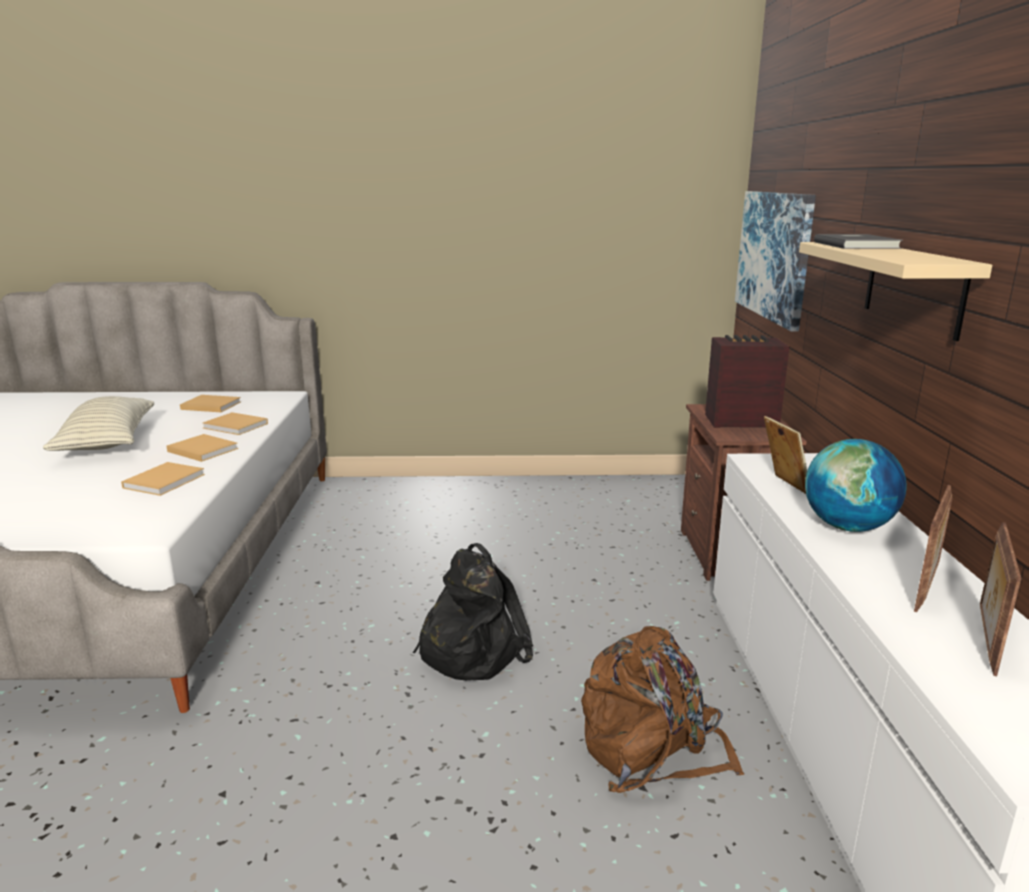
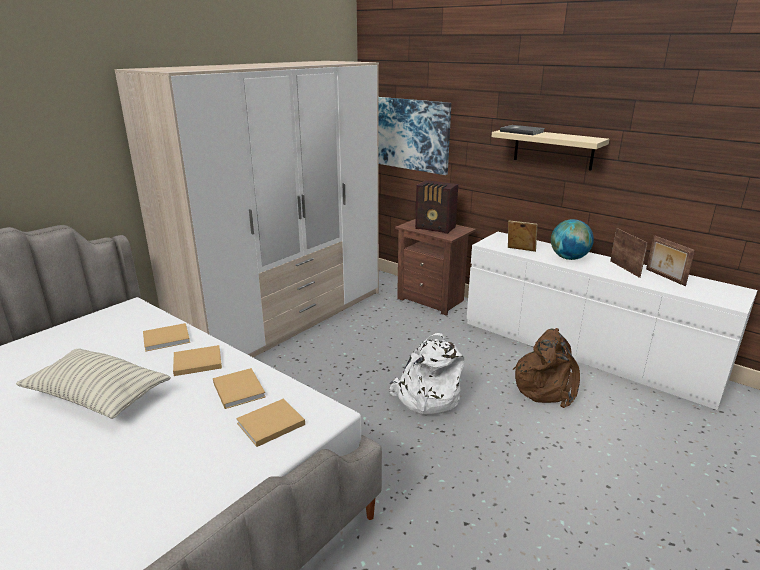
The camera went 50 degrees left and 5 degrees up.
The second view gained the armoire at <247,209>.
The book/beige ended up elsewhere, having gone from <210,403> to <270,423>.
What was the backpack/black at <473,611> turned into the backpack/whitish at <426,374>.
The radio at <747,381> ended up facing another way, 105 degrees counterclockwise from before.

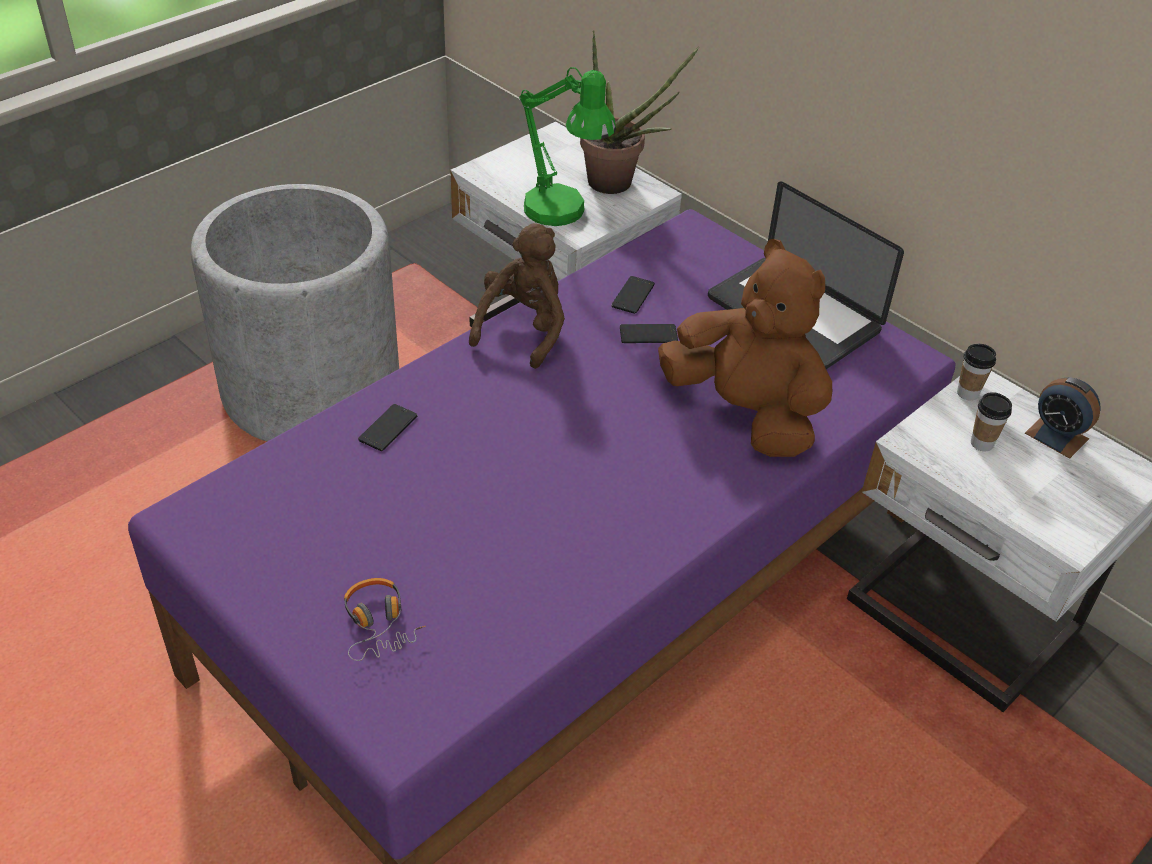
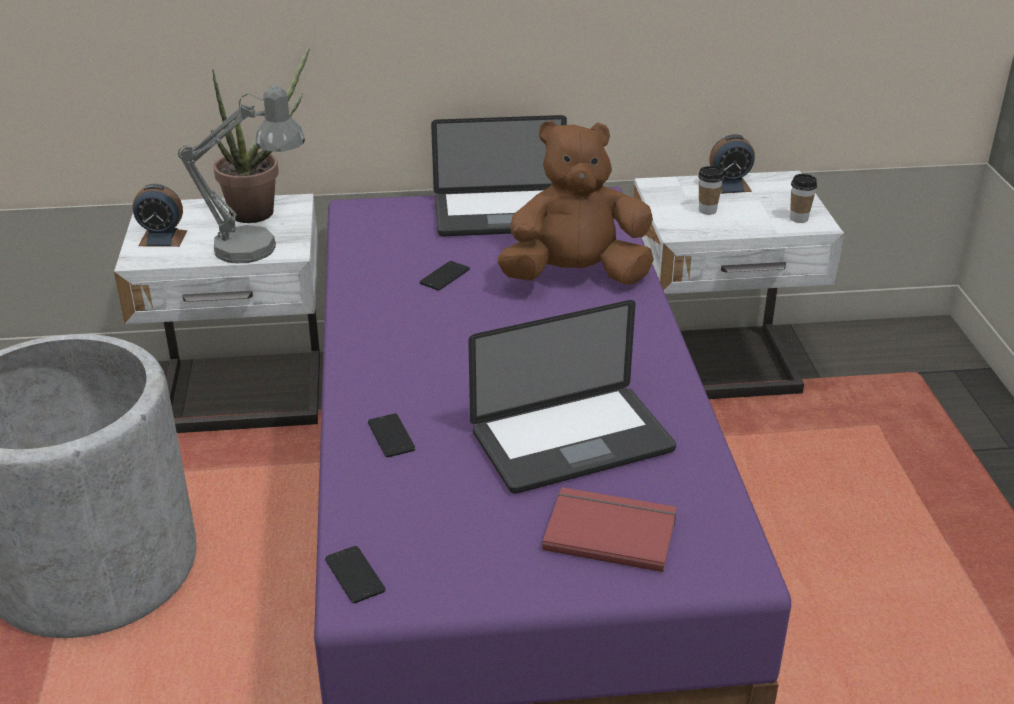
The camera went 50 degrees left and 10 degrees down.
The second view lost the plush toy/brownish at <517,296>.
The second view gained the table clock at <159,215>.
The second view gained the laptop at <572,397>.
The telephone ended up elsewhere, having gone from <633,295> to <355,574>.
The cup ended up elsewhere, having gone from <976,372> to <803,198>.
Where the headset stood at <385,619>, the book/red came to stand at <609,529>.
What was the lamp for a table/green-coloured at <567,146> turned into the lamp for a table/greyish at <241,174>.

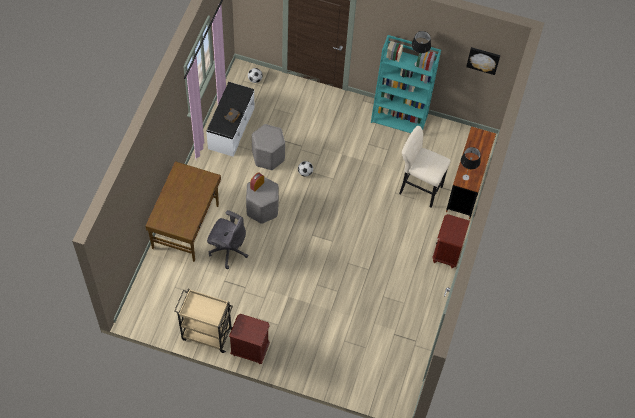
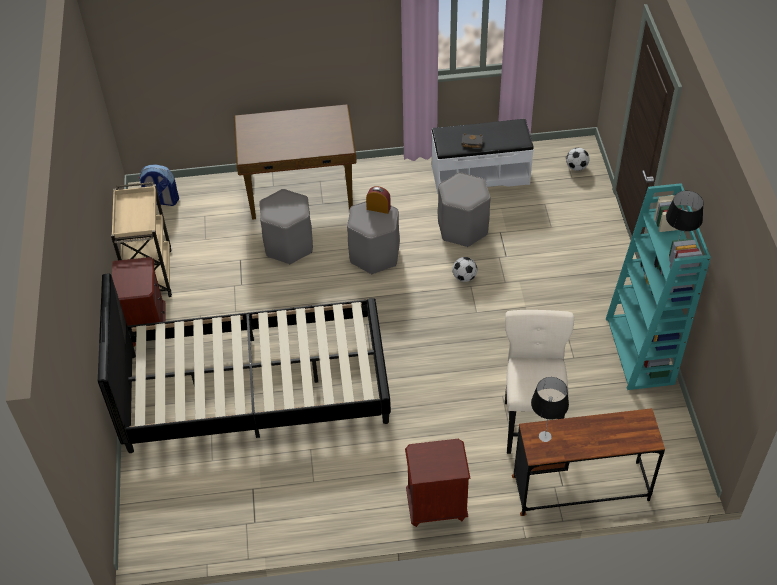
The camera went 70 degrees right and 10 degrees down.
The second view lost the wall art at <483,61>.
The second view gained the bedroom bed/black at <244,363>.
The second view gained the backpack at <159,185>.
Where the desk chair/greyish stood at <227,239>, the stool/greyish came to stand at <286,226>.

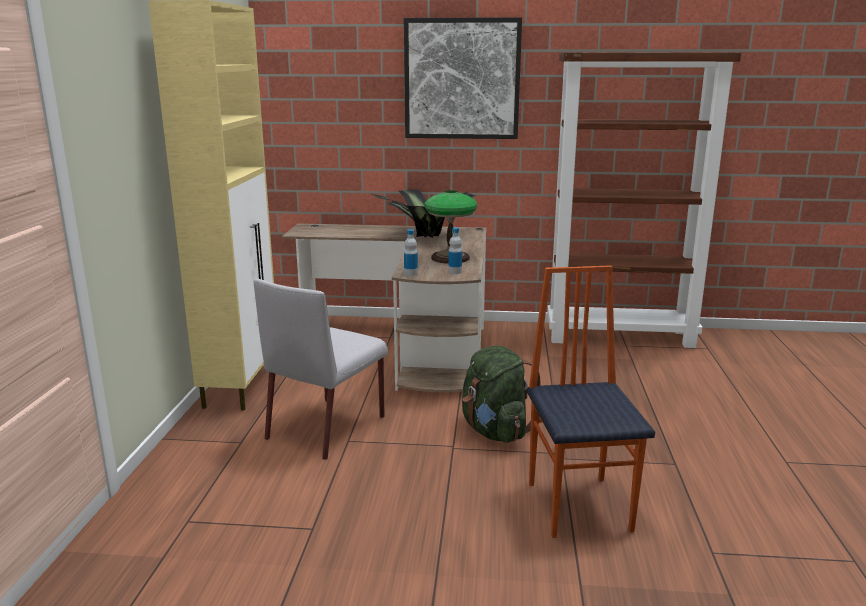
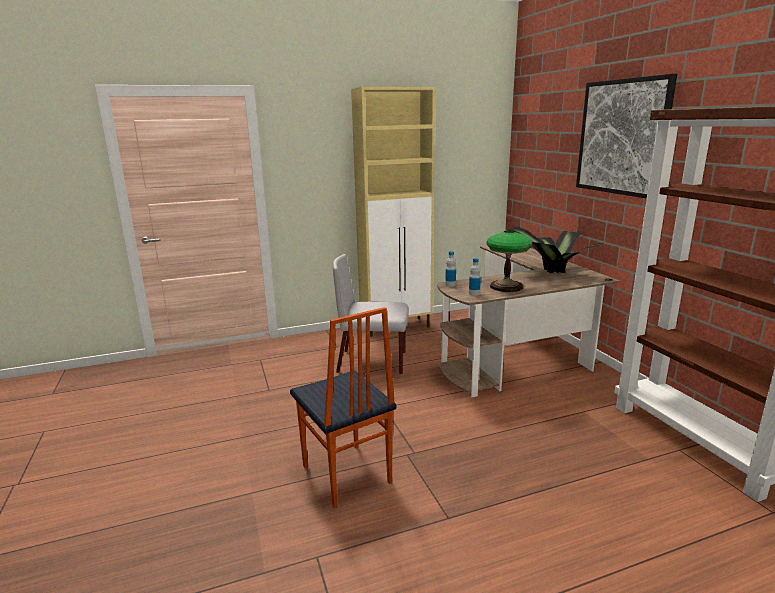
The camera went 65 degrees right and 0 degrees up.
The second view lost the backpack/green-coloured at <501,394>.
The chair at <591,401> ended up facing another way, 90 degrees clockwise from before.

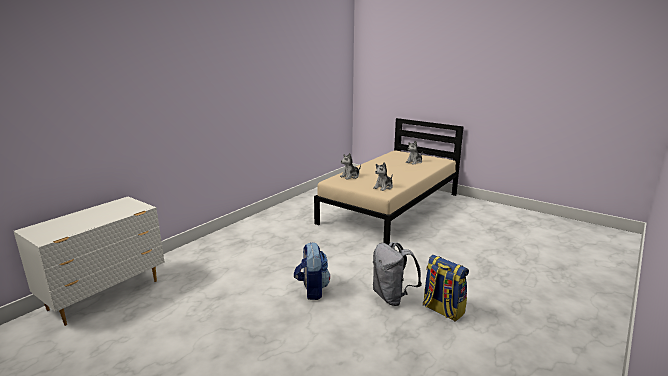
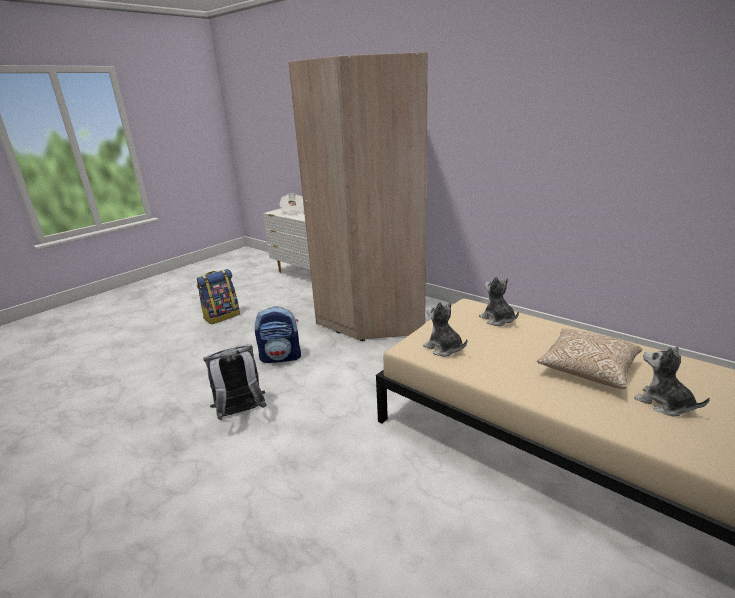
The camera went 95 degrees right and 5 degrees up.
The second view gained the newspaper at <291,204>.
The second view gained the armoire/beige at <358,196>.
The second view gained the cushion at <589,358>.
The backpack ended up elsewhere, having gone from <446,288> to <218,296>.

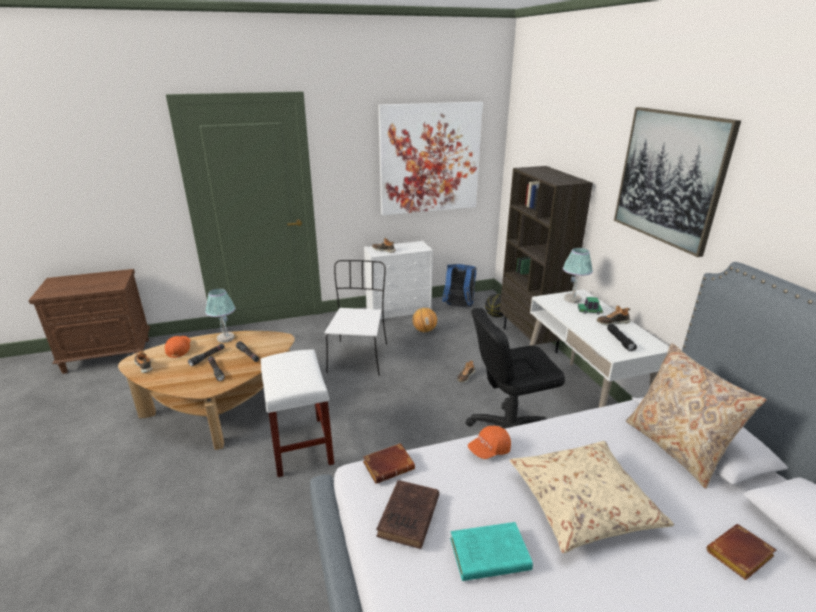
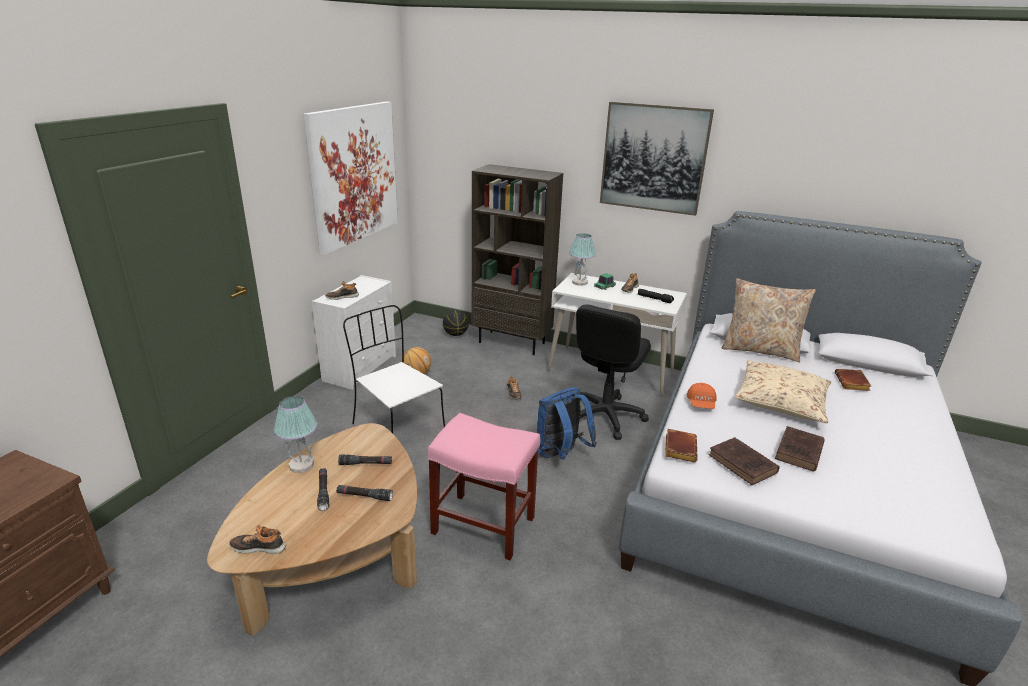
The camera went 50 degrees left and 0 degrees up.
The second view lost the baseball cap/orangey at <178,347>.
The backpack/blue-coloured ended up elsewhere, having gone from <459,285> to <567,423>.
What was the stool/whitish at <297,413> turned into the stool/pink at <484,486>.
What was the book/turquoise-coloured at <491,551> turned into the book/brownish at <800,449>.

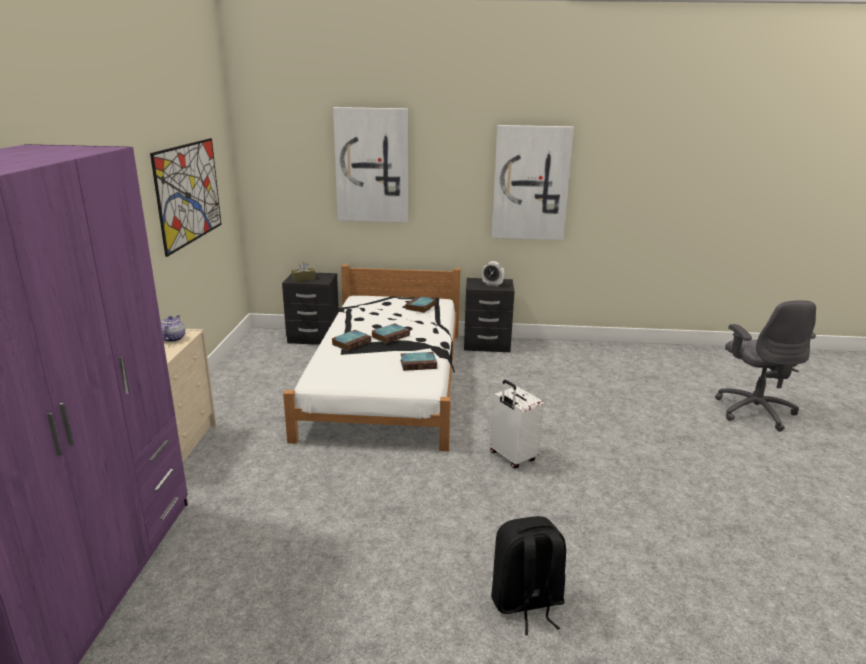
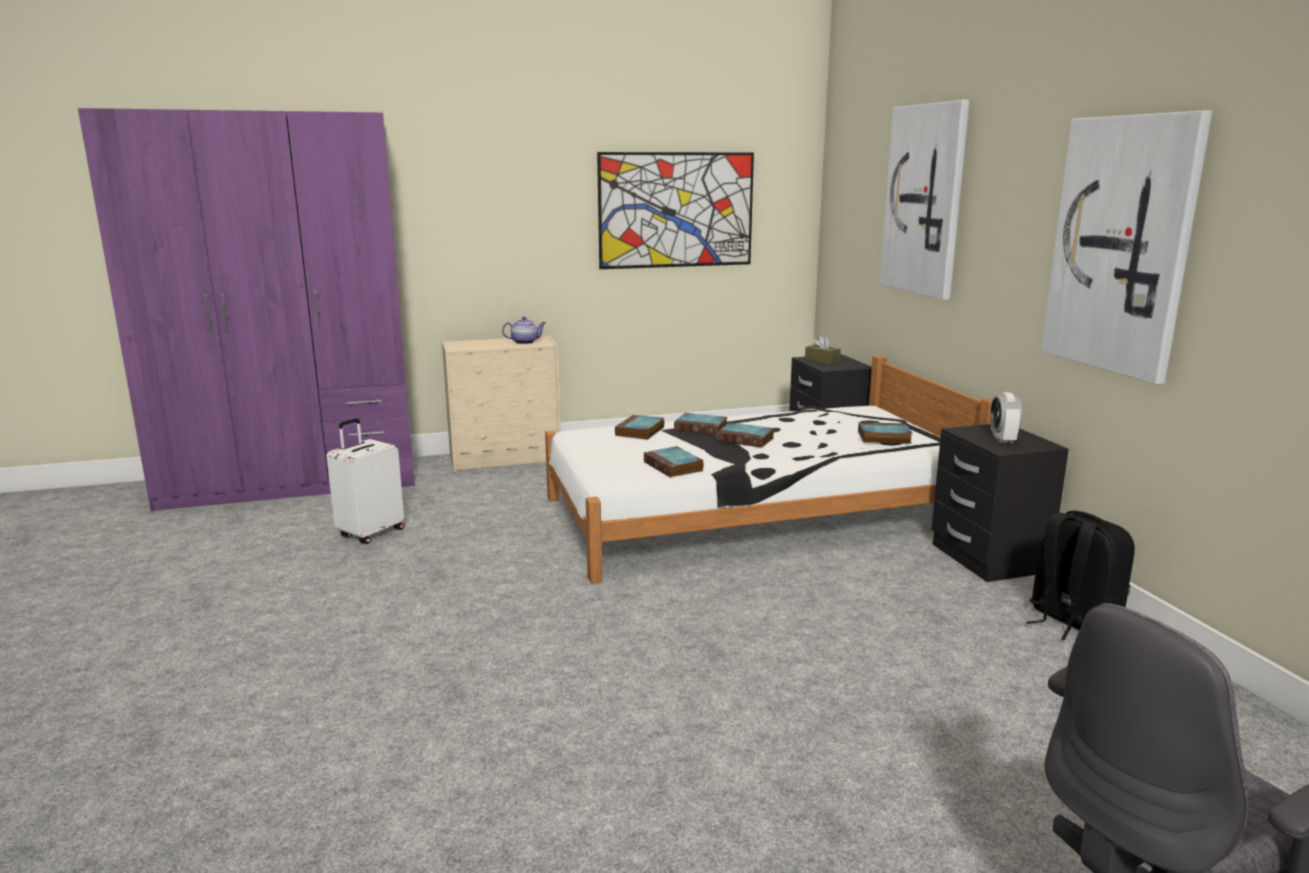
The camera went 70 degrees right and 5 degrees down.
The second view gained the book at <640,427>.
The travel case/whitish ended up elsewhere, having gone from <517,424> to <365,481>.
The backpack/black ended up elsewhere, having gone from <528,575> to <1080,575>.

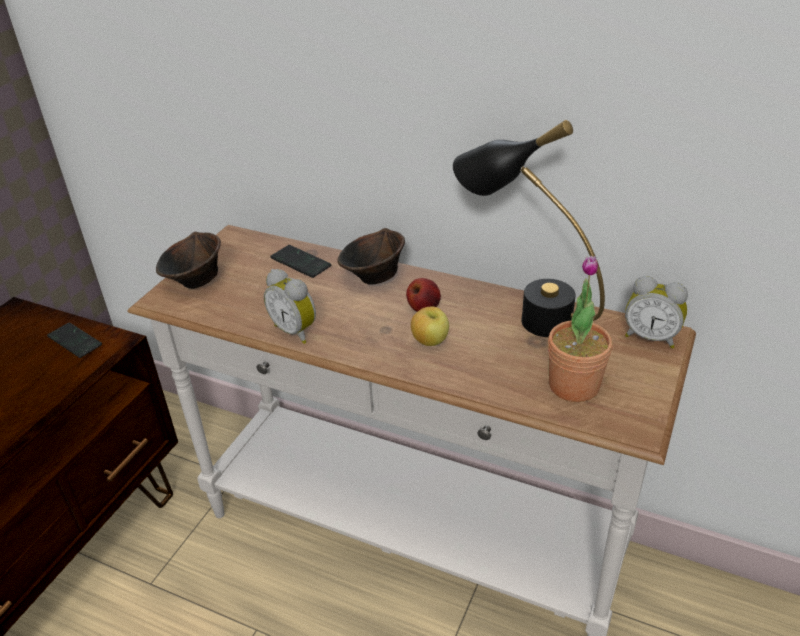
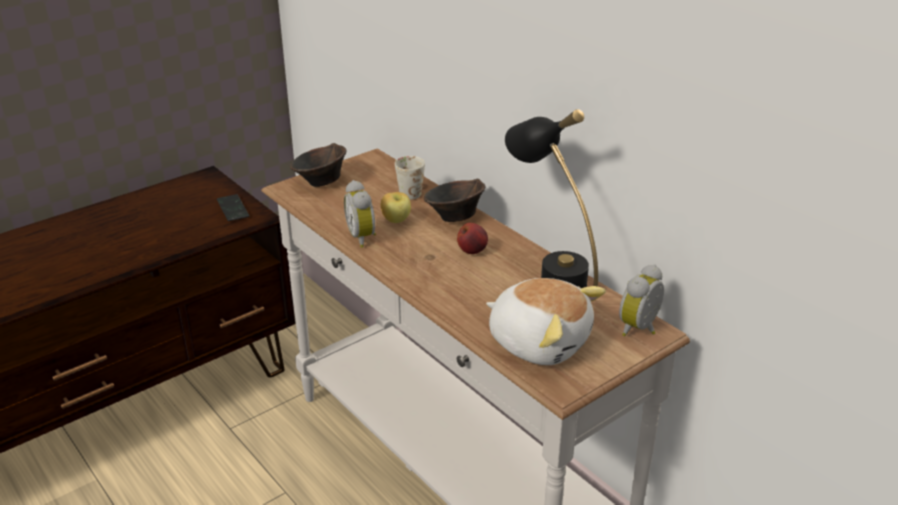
The camera went 25 degrees right and 5 degrees down.
The whole apple ended up elsewhere, having gone from <430,326> to <396,207>.
Where the telephone stood at <300,261>, the mug/whitish came to stand at <410,177>.
Where the plant in a pot stood at <580,329>, the plush toy came to stand at <546,321>.
The table clock at <656,312> ended up facing another way, 75 degrees clockwise from before.

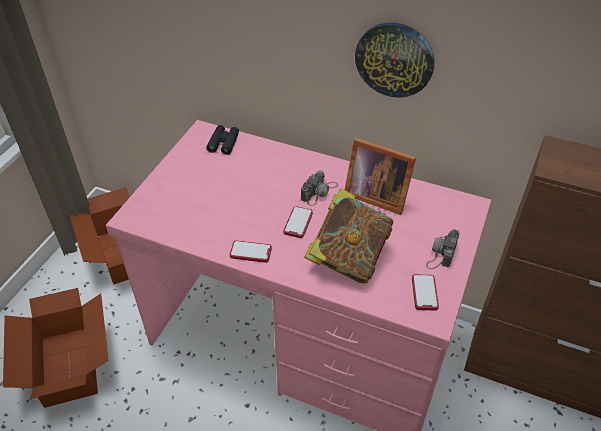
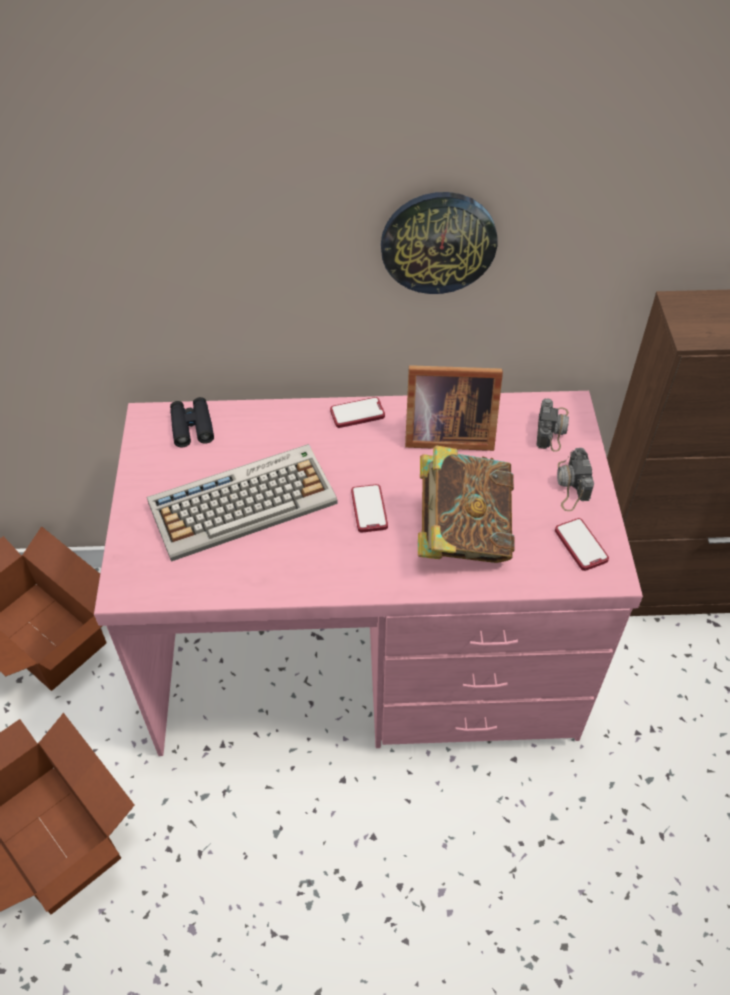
The camera went 25 degrees left and 5 degrees up.
The second view gained the PC keyboard at <242,503>.
The telephone ended up elsewhere, having gone from <251,251> to <357,412>.
The photo camera ended up elsewhere, having gone from <319,188> to <553,425>.

